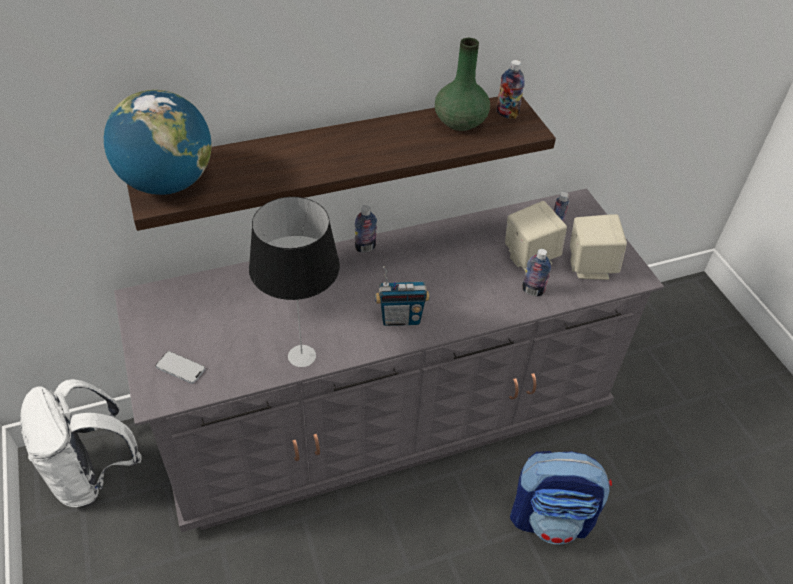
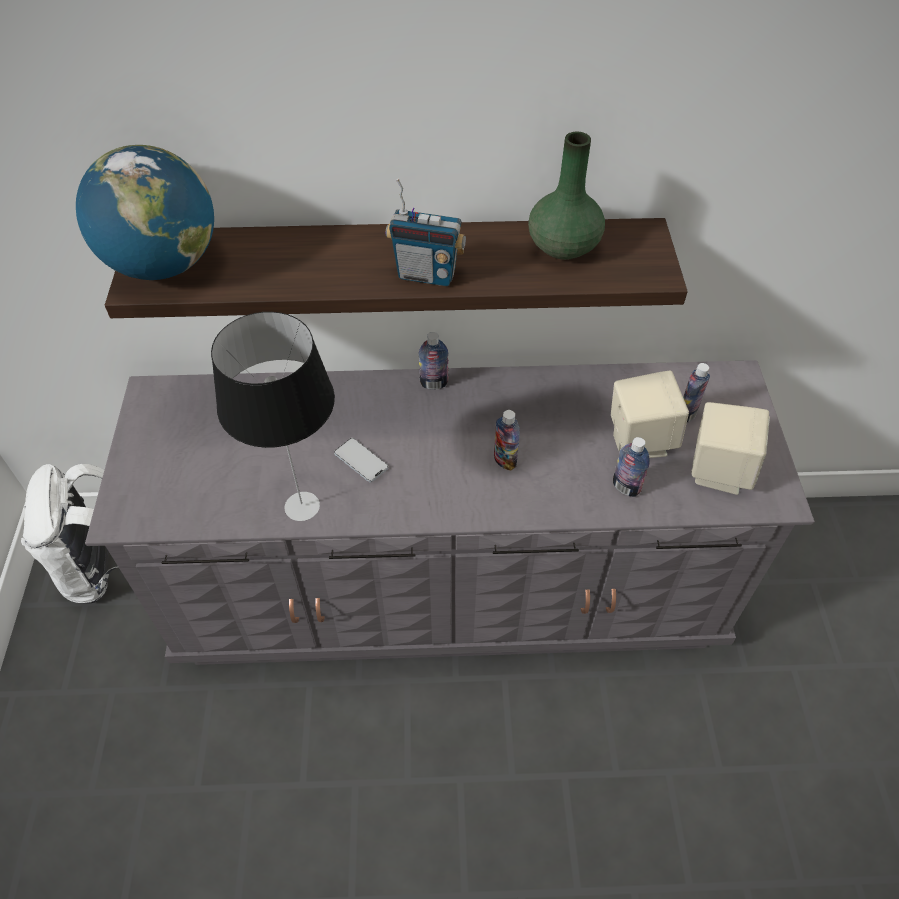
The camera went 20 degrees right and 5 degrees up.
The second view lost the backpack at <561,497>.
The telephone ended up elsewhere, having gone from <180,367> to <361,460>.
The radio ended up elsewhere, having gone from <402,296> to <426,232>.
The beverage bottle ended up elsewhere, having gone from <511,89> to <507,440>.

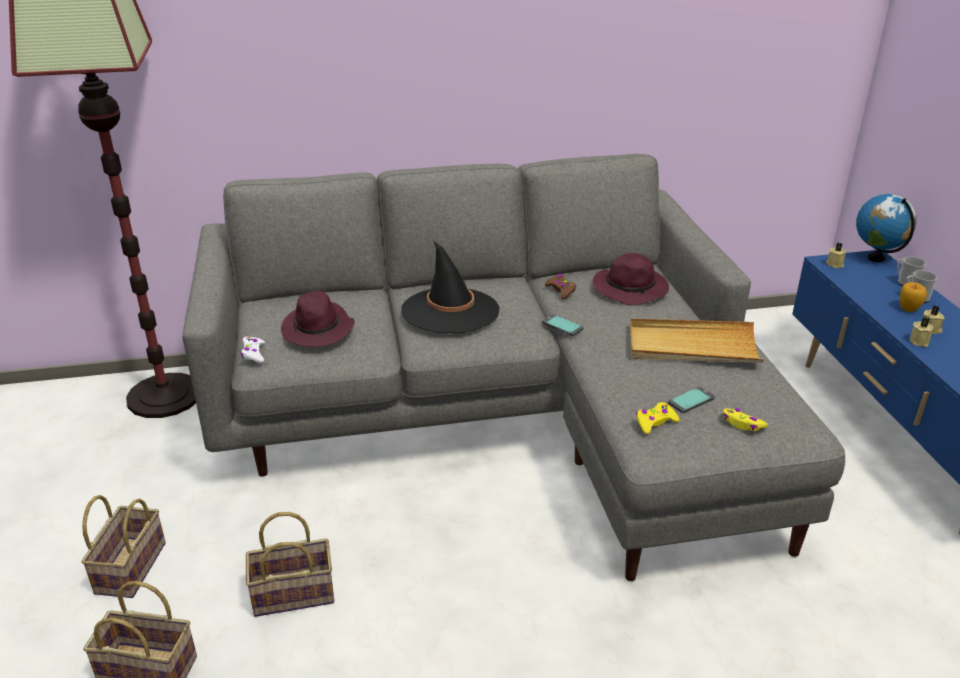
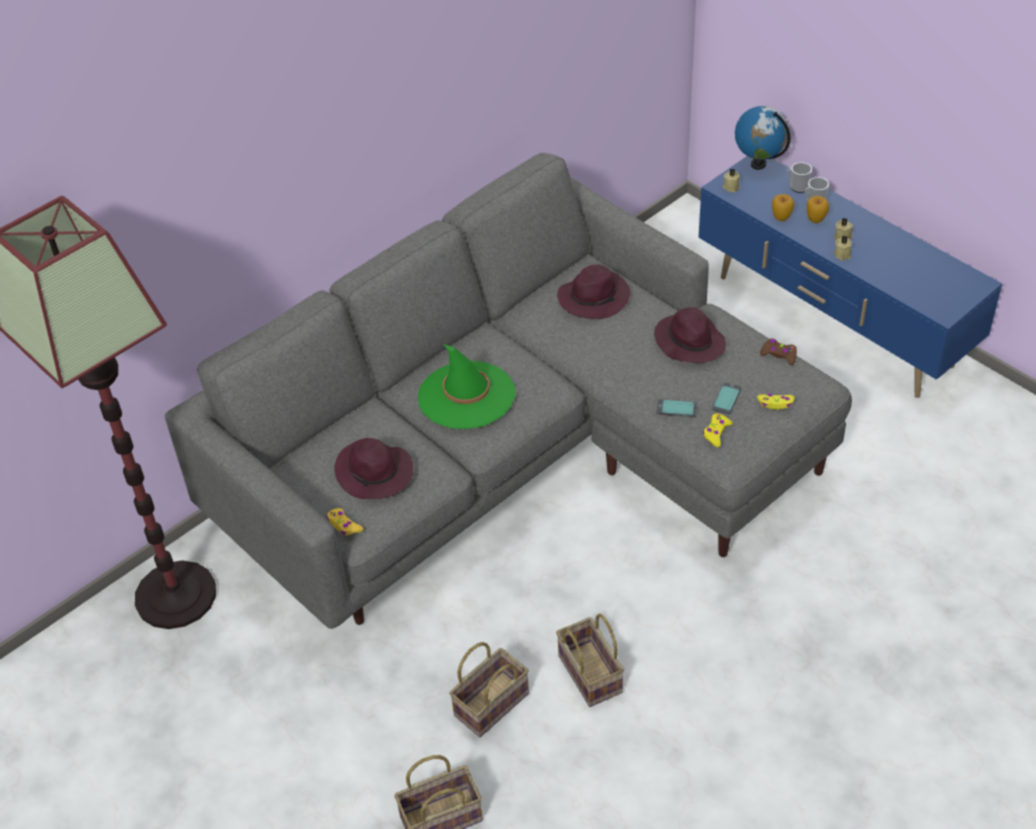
The camera went 30 degrees left and 15 degrees up.
The second view gained the whole apple at <783,207>.
The household basket ended up elsewhere, having gone from <124,546> to <590,660>.
The telephone ended up elsewhere, having gone from <563,325> to <676,408>.
The joypad/brownish ended up elsewhere, having gone from <560,286> to <778,351>.
Where the carrying tray/beige stood at <697,341>, the hat/purplish came to stand at <690,335>.
What was the joypad/whitish at <253,350> turned into the joypad/yellow-coloured at <344,521>.
What was the hat/black at <450,286> turned into the hat/green-coloured at <467,386>.

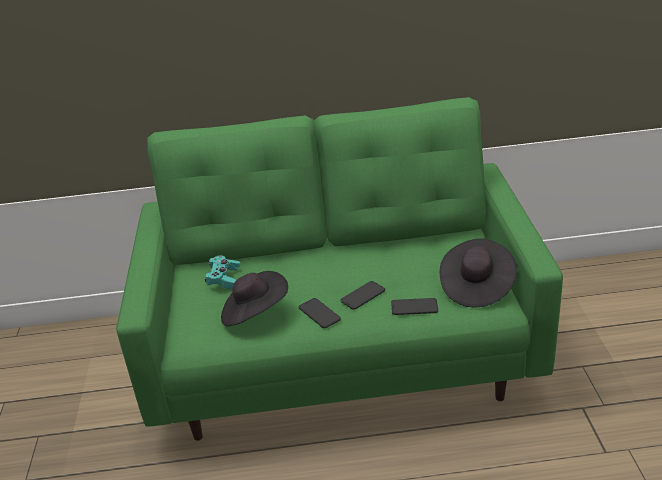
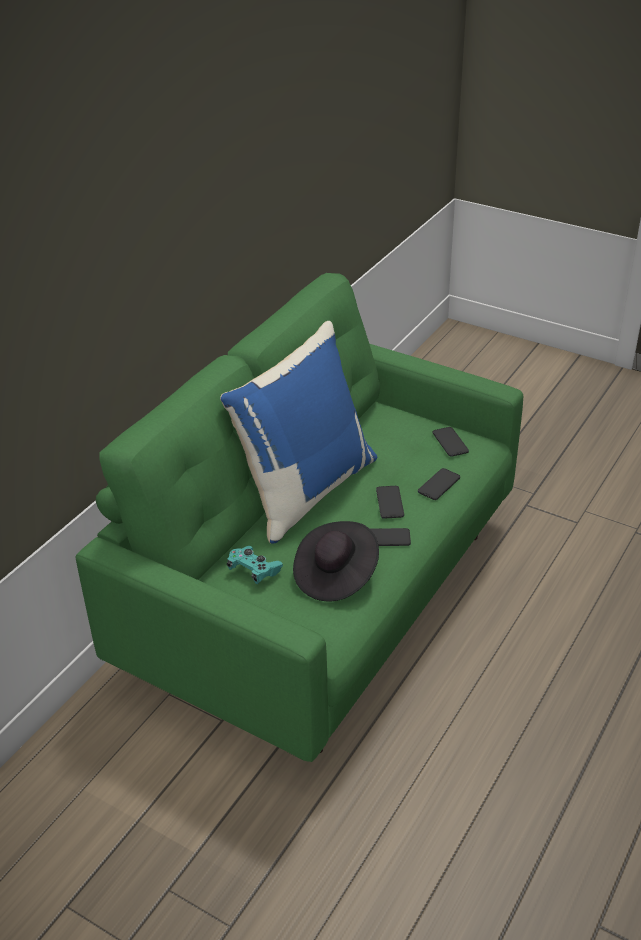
The camera went 55 degrees left and 5 degrees up.
The second view gained the cushion/blue-coloured at <298,432>.
Where the hat/black stood at <478,272>, the telephone came to stand at <451,442>.

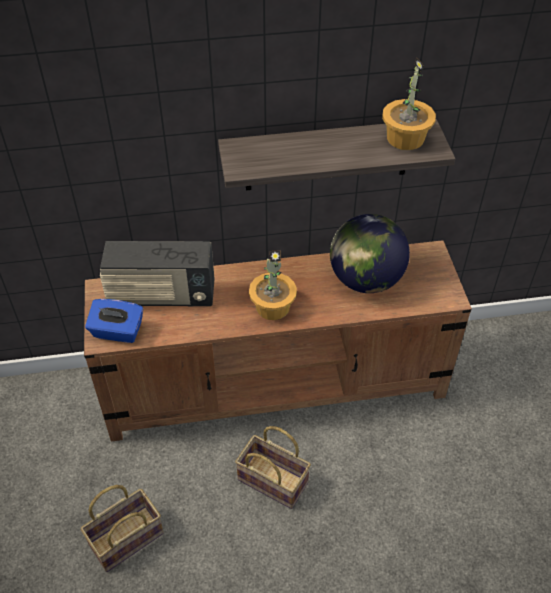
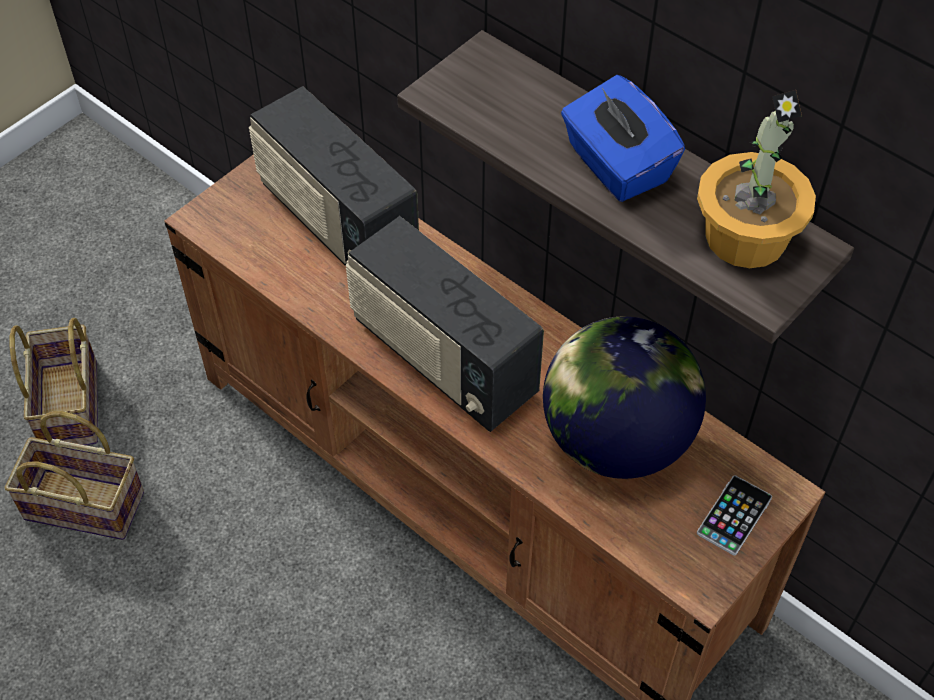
The camera went 50 degrees right and 5 degrees up.
The second view gained the telephone at <734,515>.
The box of tissues/blue-coloured ended up elsewhere, having gone from <114,321> to <623,138>.
The household basket ended up elsewhere, having gone from <273,467> to <54,381>.
Where the plant in a pot stood at <273,285>, the radio came to stand at <444,324>.

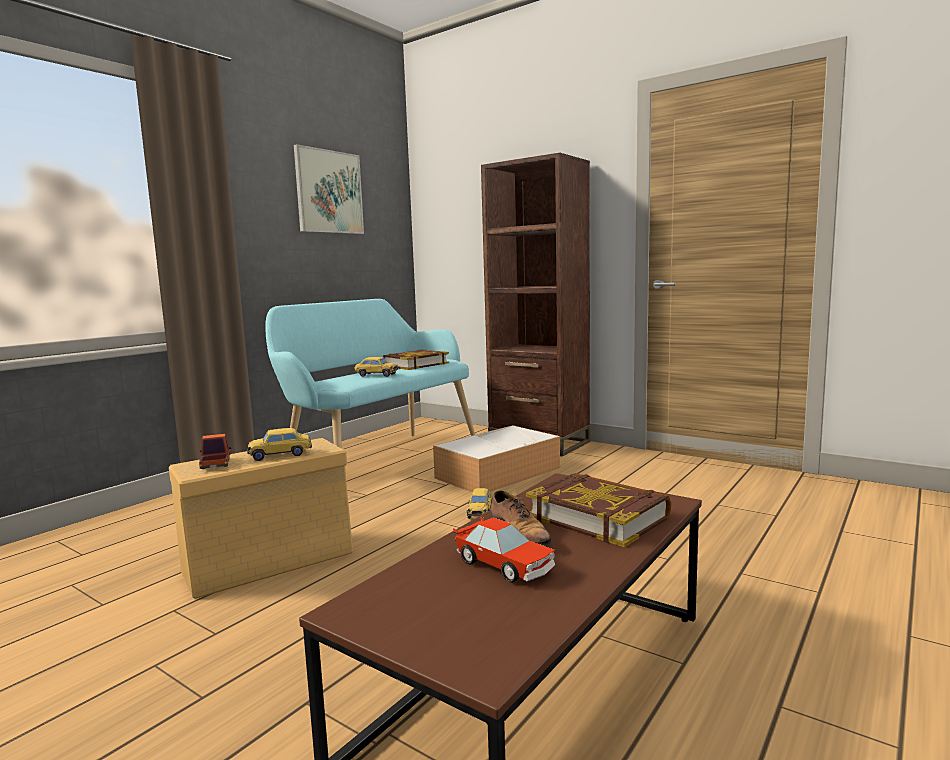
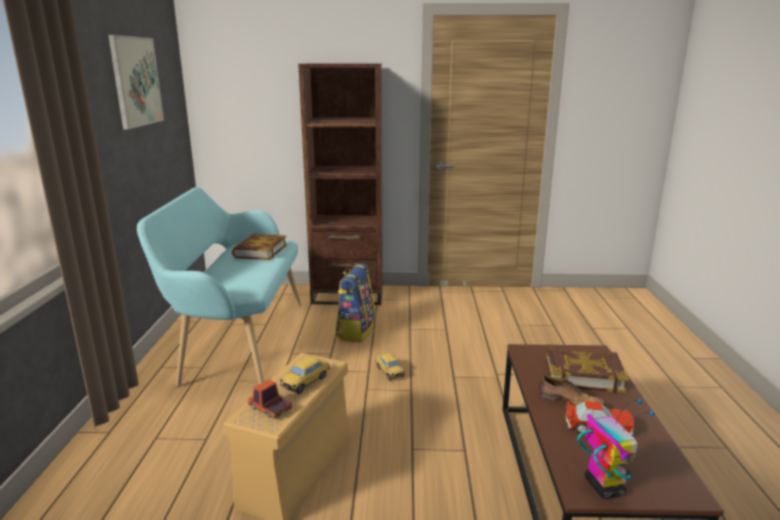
The camera went 35 degrees left and 10 degrees up.
The second view lost the model car at <376,367>.
The second view gained the toy robot at <615,449>.
Where the storage bin stood at <496,459>, the backpack came to stand at <355,302>.

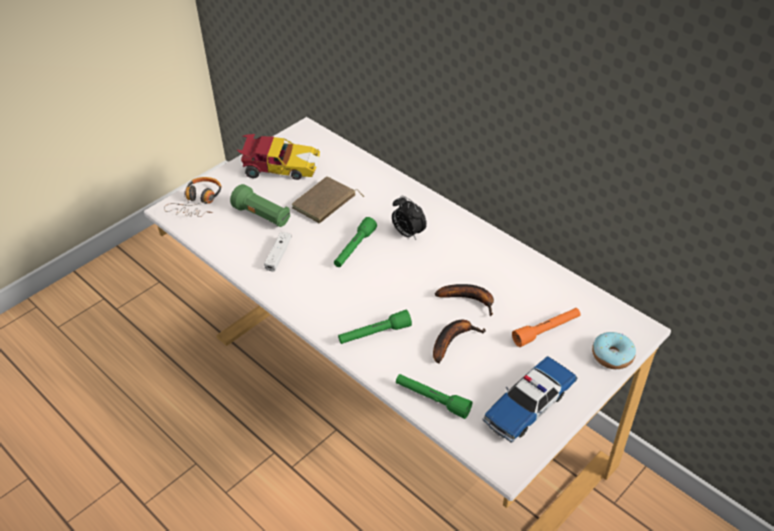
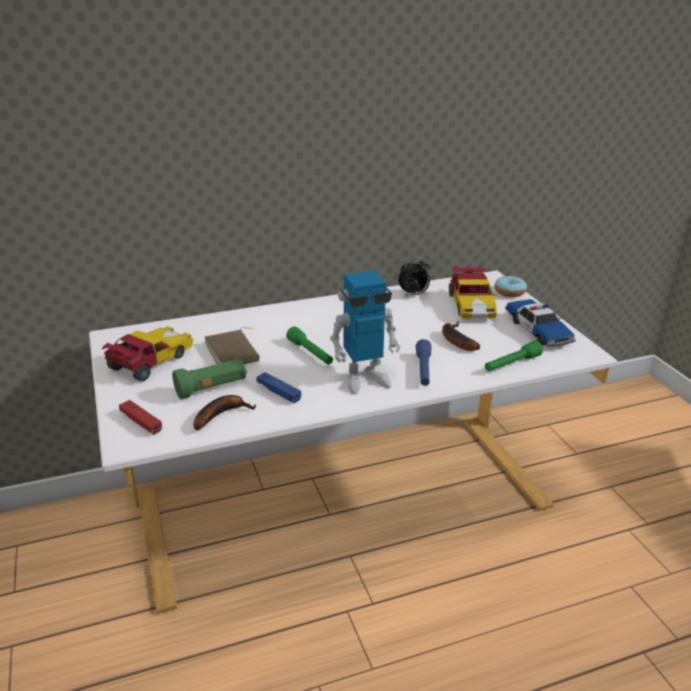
The camera went 65 degrees left and 15 degrees down.
The second view gained the toy robot at <365,332>.
The table clock ended up elsewhere, having gone from <409,218> to <414,277>.
The banana fruit ended up elsewhere, having gone from <464,300> to <224,412>.
Where the headset stood at <193,197>, the joypad/red came to stand at <140,417>.
Where the hand torch/orangey stood at <546,327>, the model car came to stand at <473,291>.
What was the joypad/whitish at <278,251> turned into the joypad/blue-coloured at <279,387>.
What was the hand torch/green-coloured at <375,327> turned into the hand torch/blue-coloured at <424,362>.

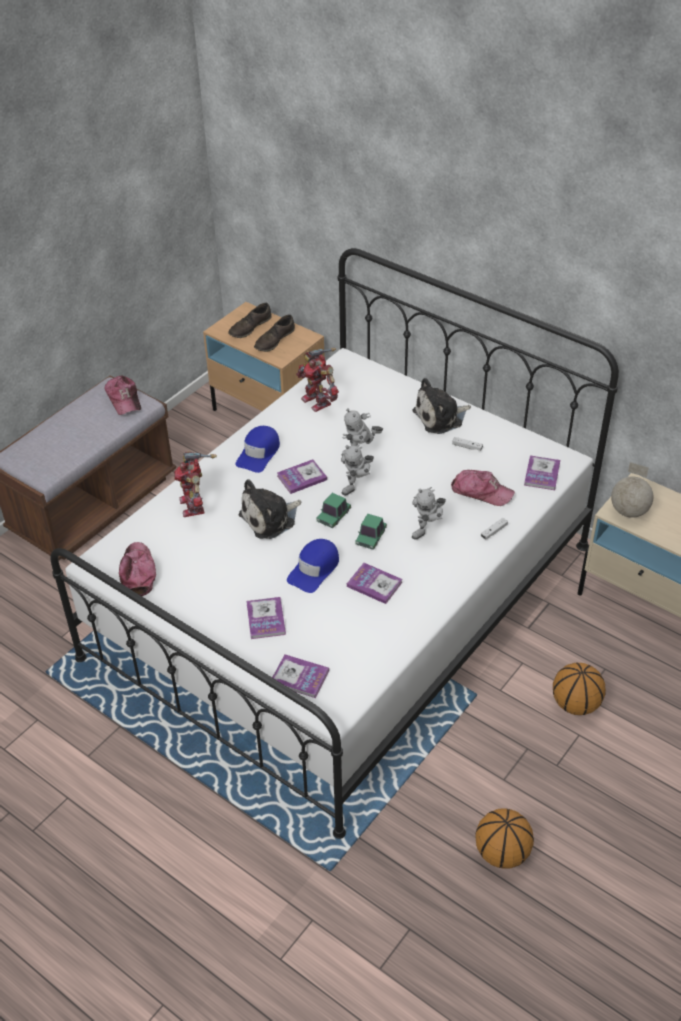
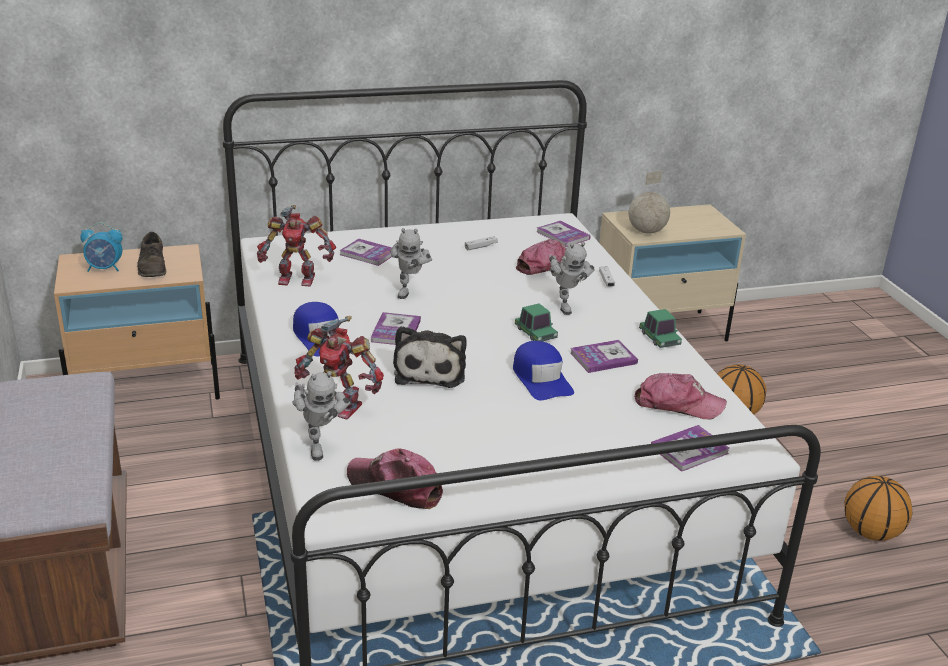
The camera went 55 degrees left and 15 degrees down.
The second view lost the plush toy at <441,406>.
The baseball cap ended up elsewhere, having gone from <123,395> to <680,396>.
The book ended up elsewhere, having gone from <266,618> to <365,252>.
The model car ended up elsewhere, having gone from <334,510> to <660,328>.
The toy robot ended up elsewhere, having gone from <357,469> to <321,416>.
Where the low shoe/brownish stood at <250,320>, the table clock came to stand at <101,247>.

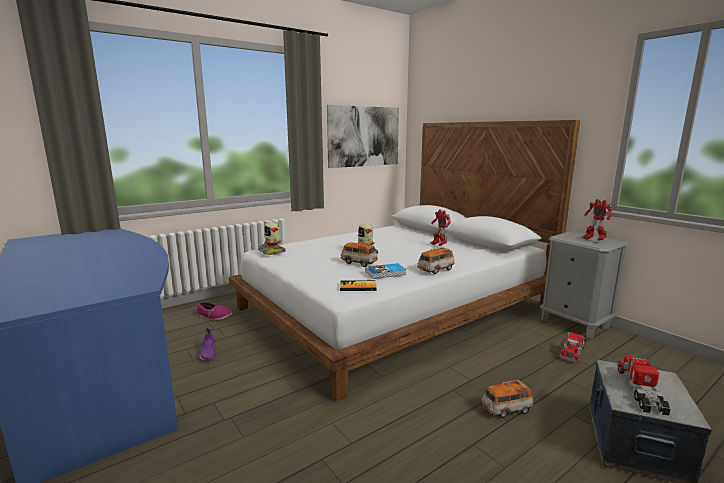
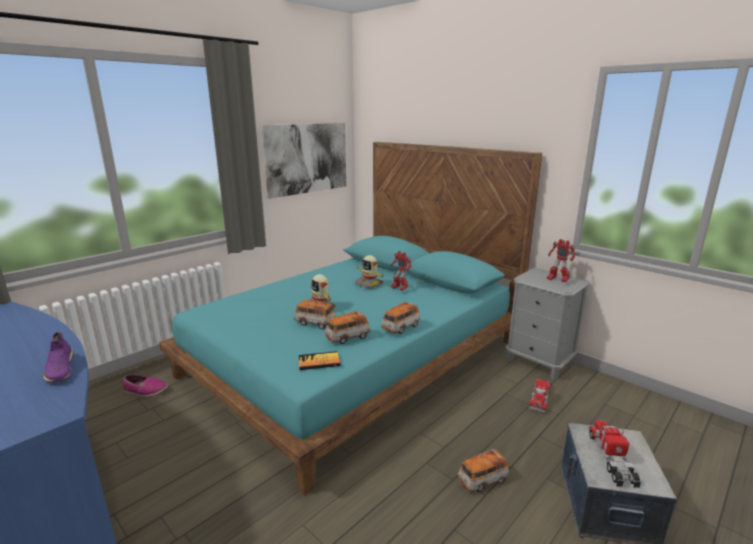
The camera went 10 degrees left and 5 degrees up.
The low shoe/purplish ended up elsewhere, having gone from <207,344> to <58,357>.
The toy robot ended up elsewhere, having gone from <272,238> to <369,272>.
Where the book stood at <385,271>, the model car came to stand at <348,327>.
What was the bedroom bed/whitish at <404,261> turned into the bedroom bed/turquoise-coloured at <350,318>.

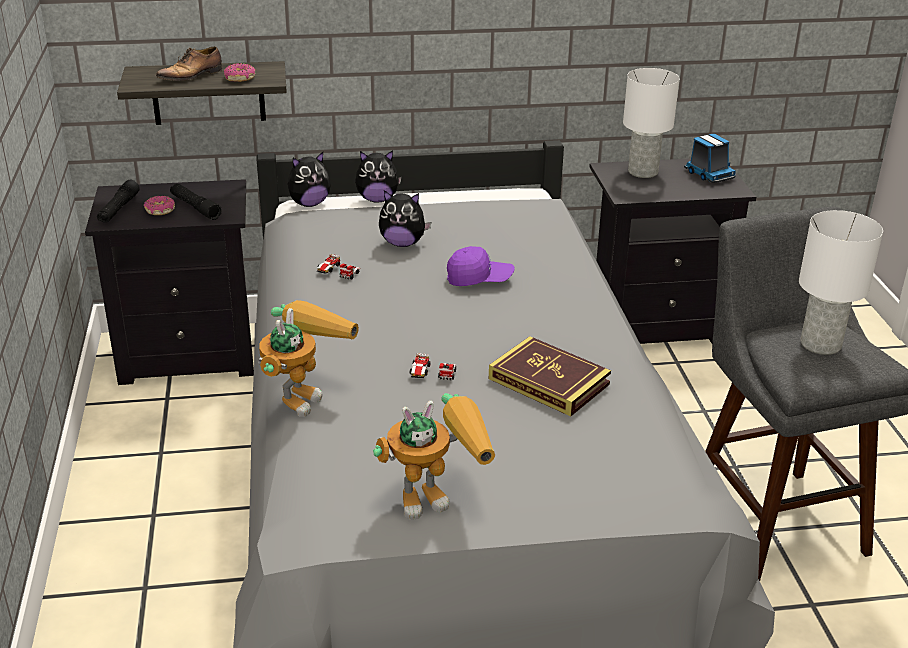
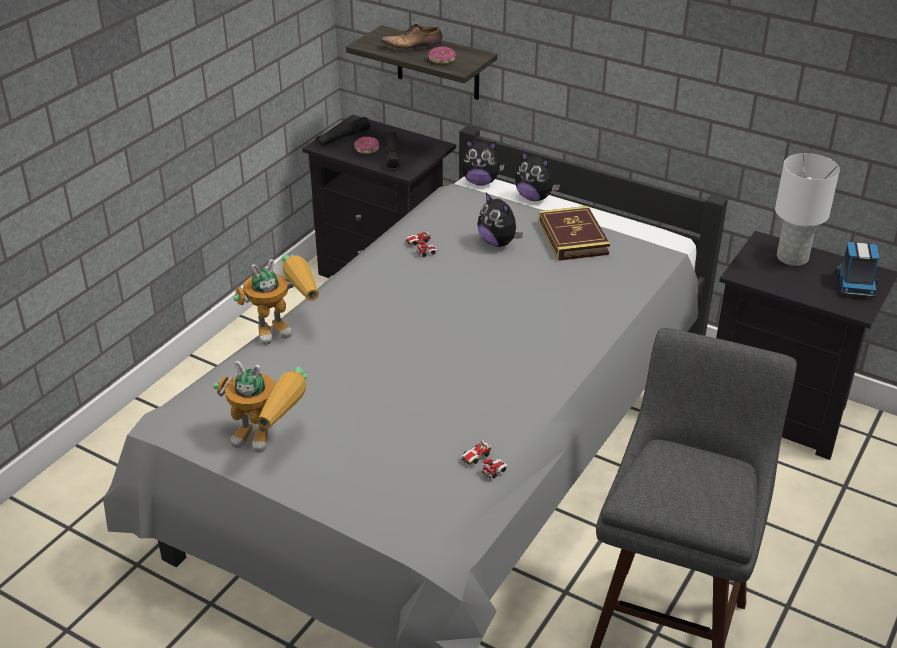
The camera went 40 degrees right and 5 degrees up.
The second view lost the baseball cap/purplish at <481,266>.
The second view lost the lamp for a table/whitish at <841,282>.
The model car ended up elsewhere, having gone from <433,366> to <484,459>.
The book ended up elsewhere, having gone from <550,376> to <574,233>.

